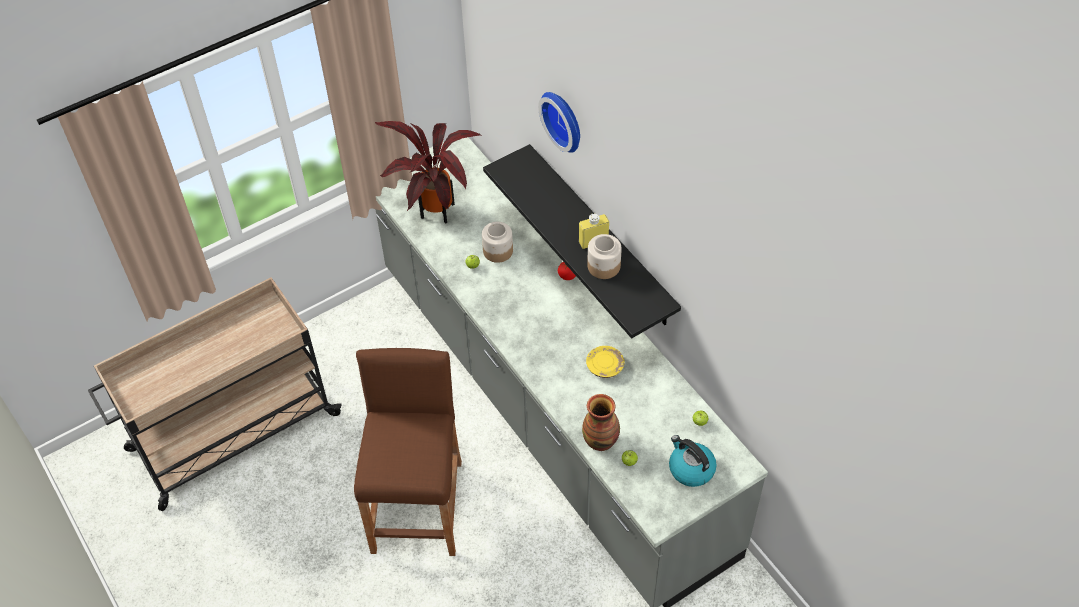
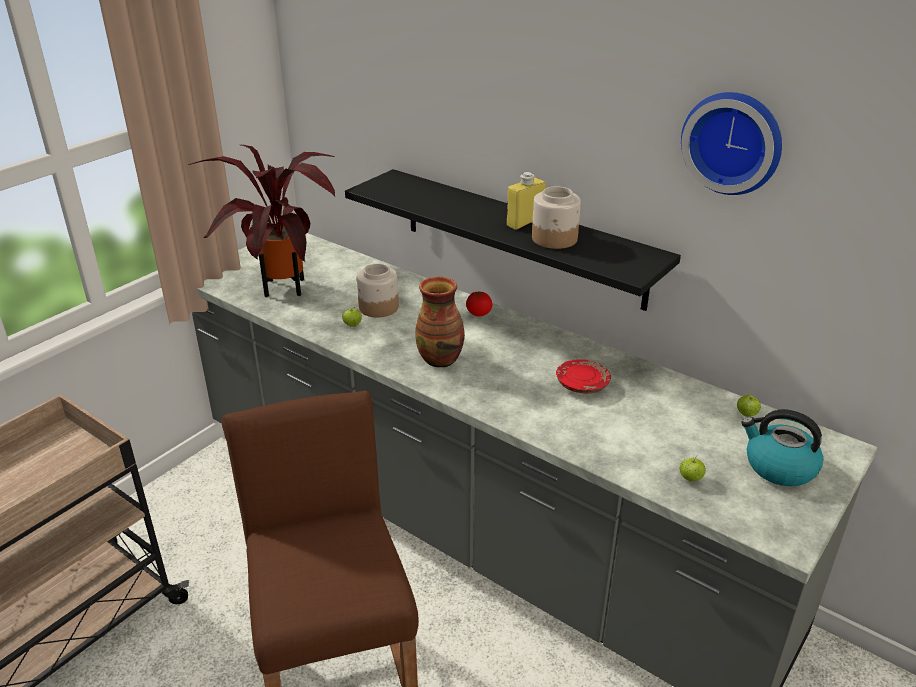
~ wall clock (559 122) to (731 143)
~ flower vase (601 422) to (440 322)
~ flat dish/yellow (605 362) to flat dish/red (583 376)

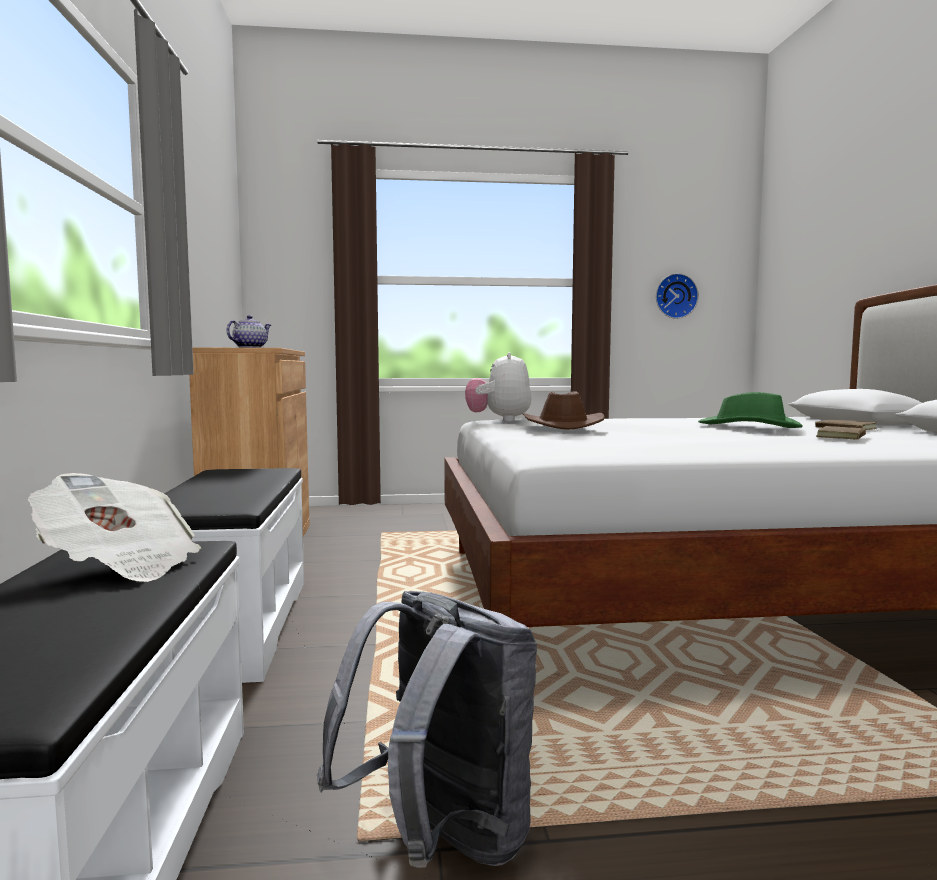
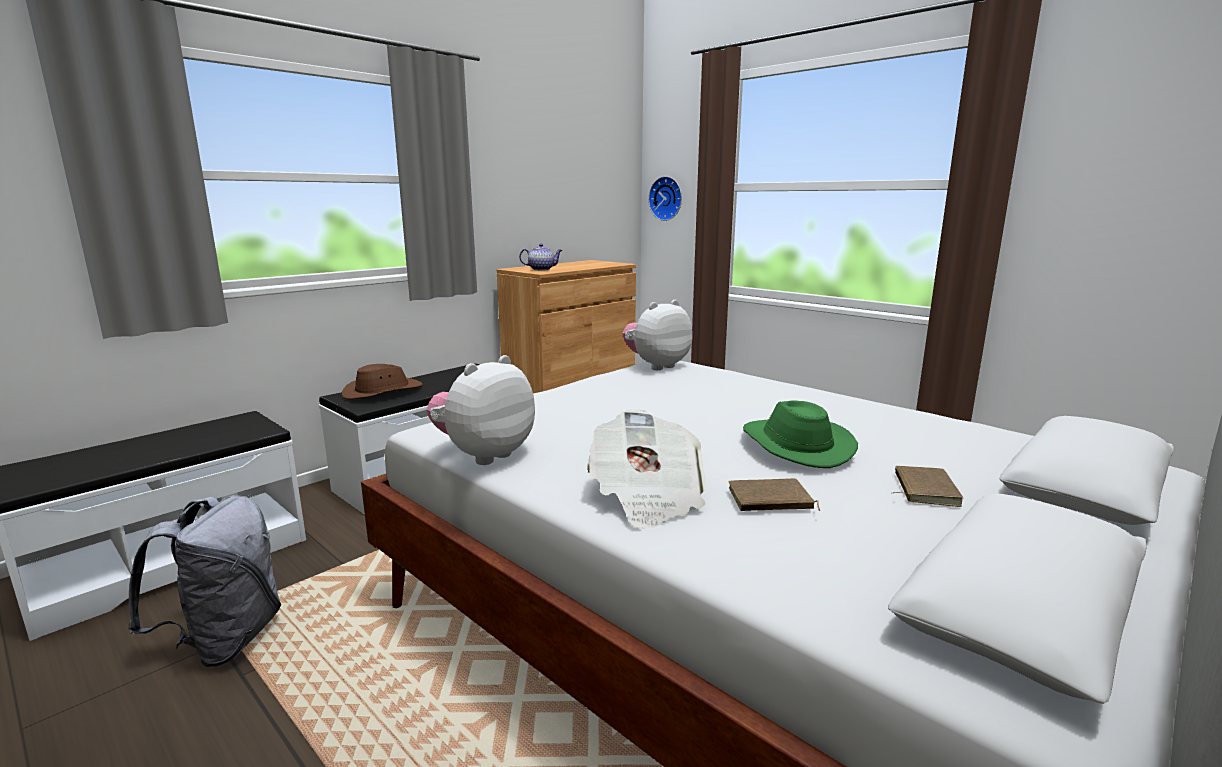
~ daily paper (114 527) to (646 469)
~ wearable hat/brown-coloured (564 410) to (382 382)
~ wall clock (677 296) to (665 198)
+ cuddly toy (481 410)

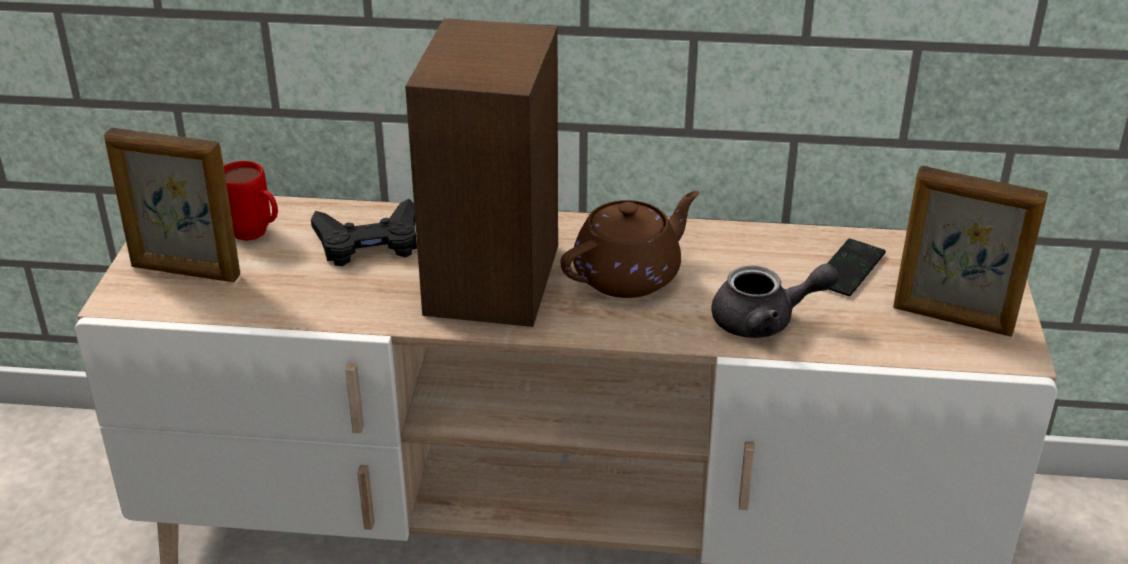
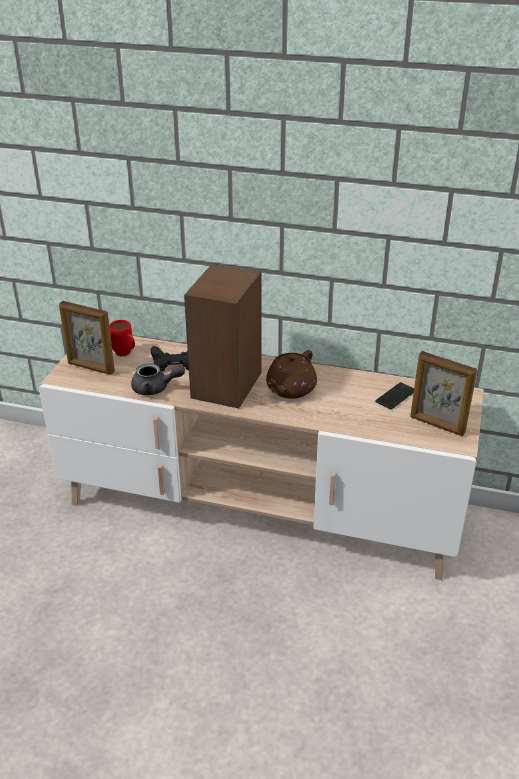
~ teapot/brown-coloured (629 244) = (291 374) 150 degrees clockwise
~ teapot/gray (775 300) to (158 379)

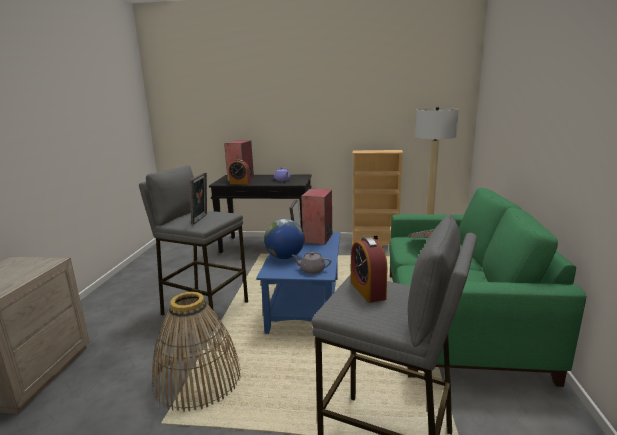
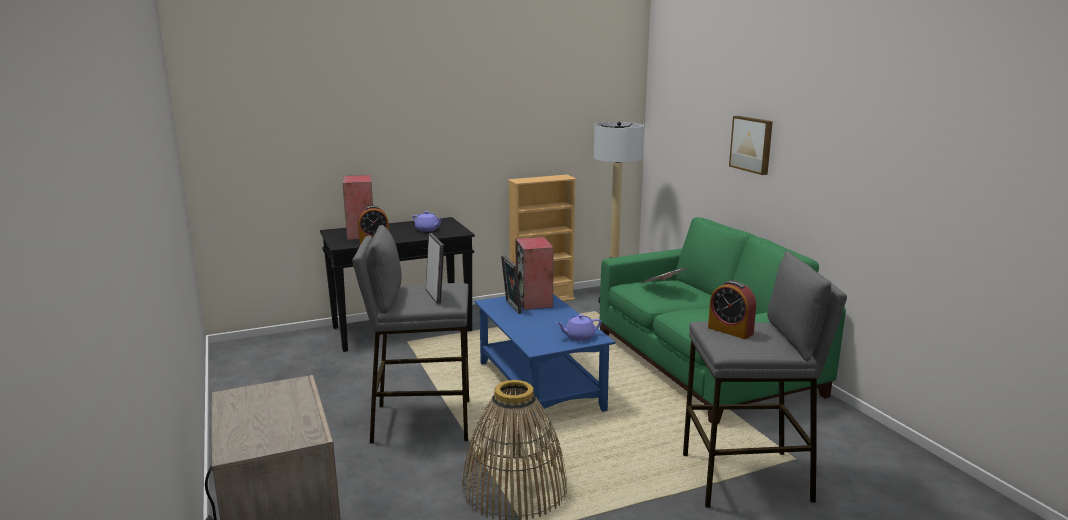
- globe (284 239)
~ teapot/gray (311 263) to teapot/purple-coloured (578 327)
+ wall art (751 145)

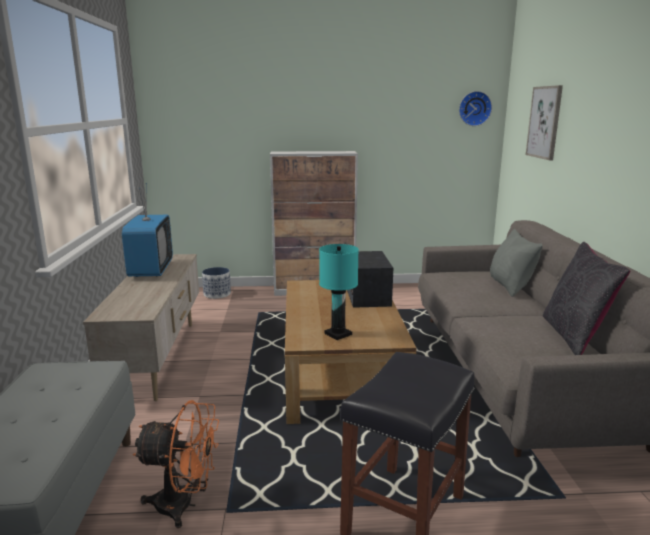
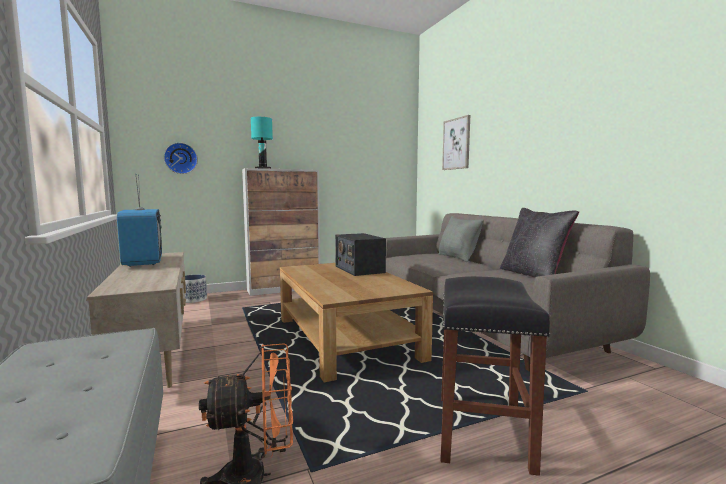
~ tabletop lamp/blue-green (339 292) to (262 143)
~ wall clock (475 108) to (181 158)

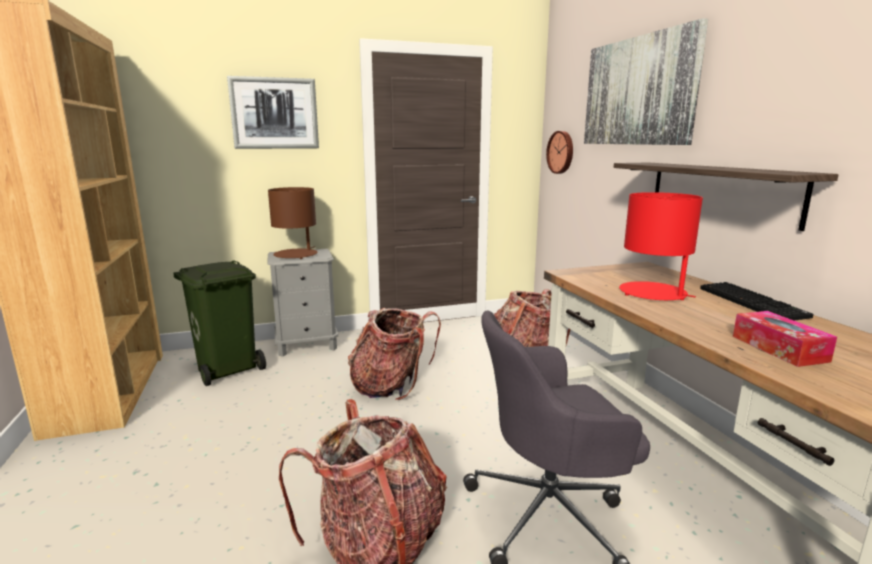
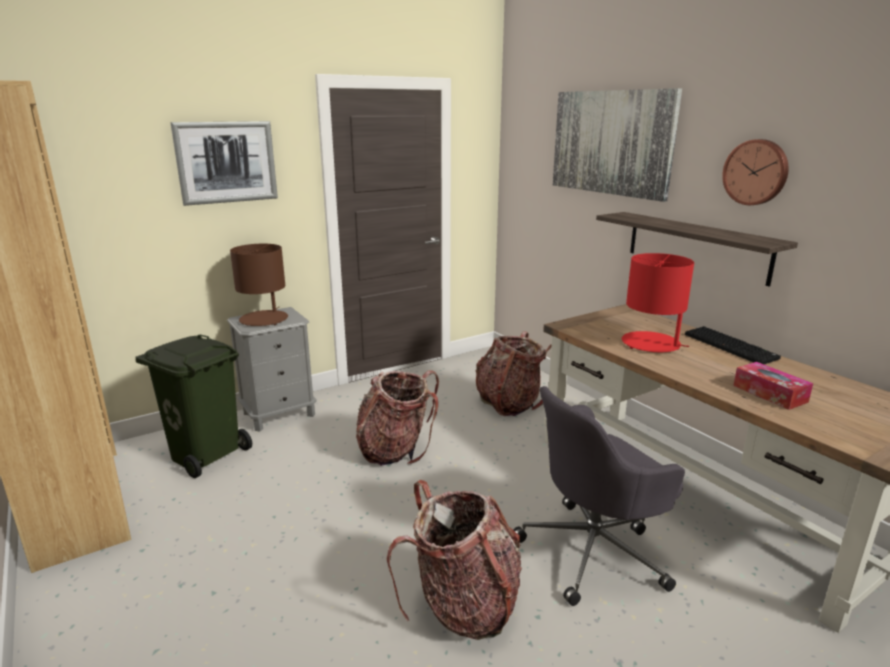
~ wall clock (559 152) to (755 172)

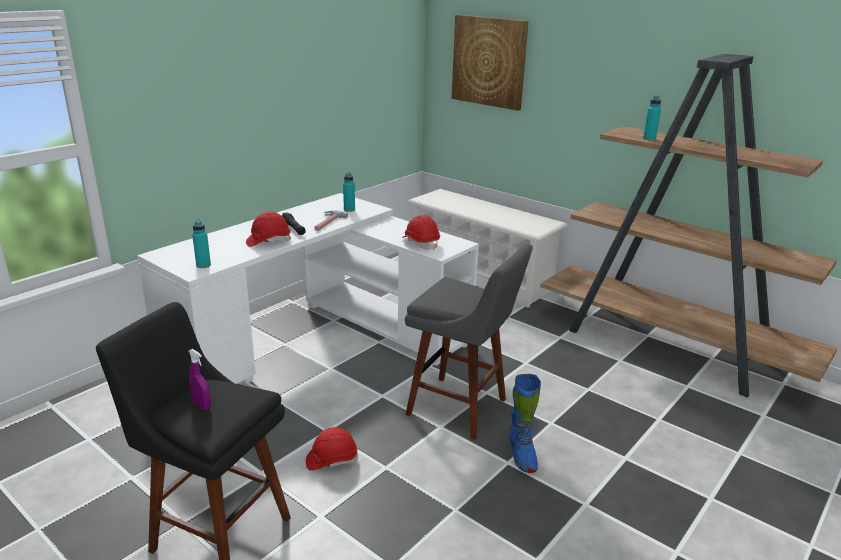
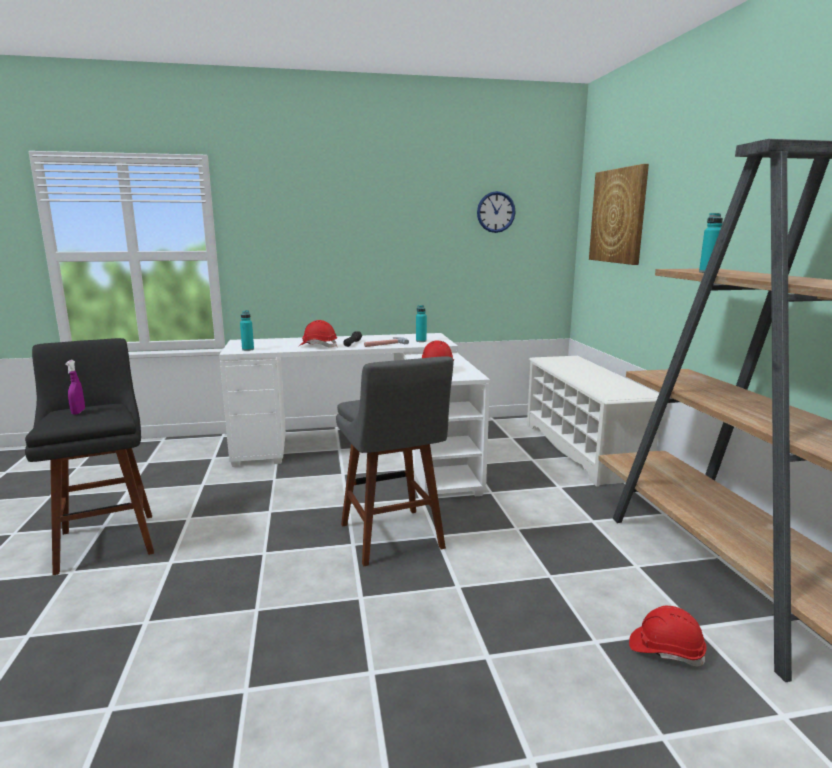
~ work helmet/red (332 449) to (668 636)
- tall boot/bluish (525 423)
+ wall clock (496 212)

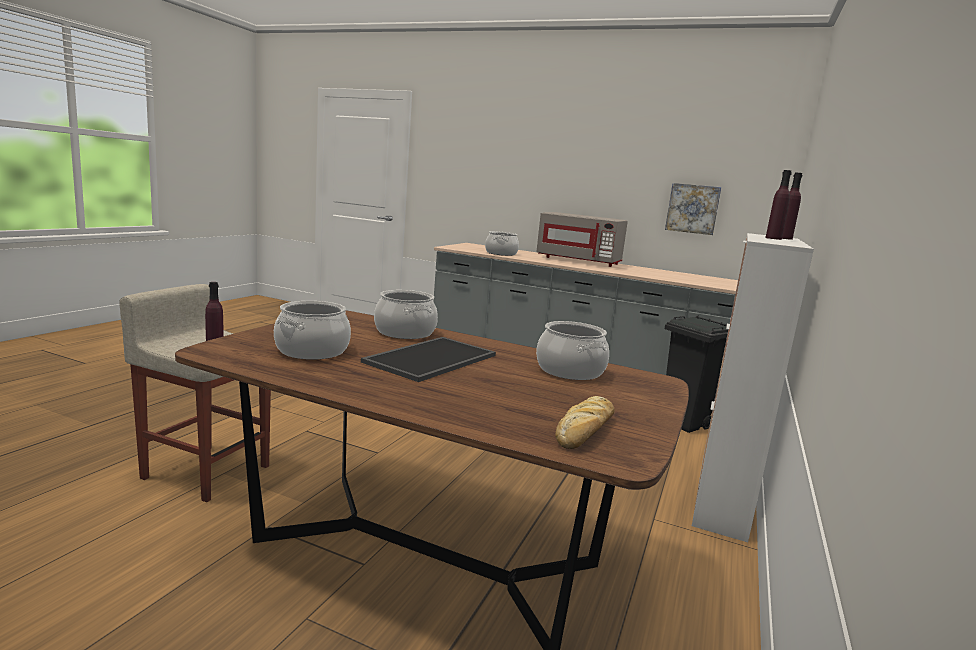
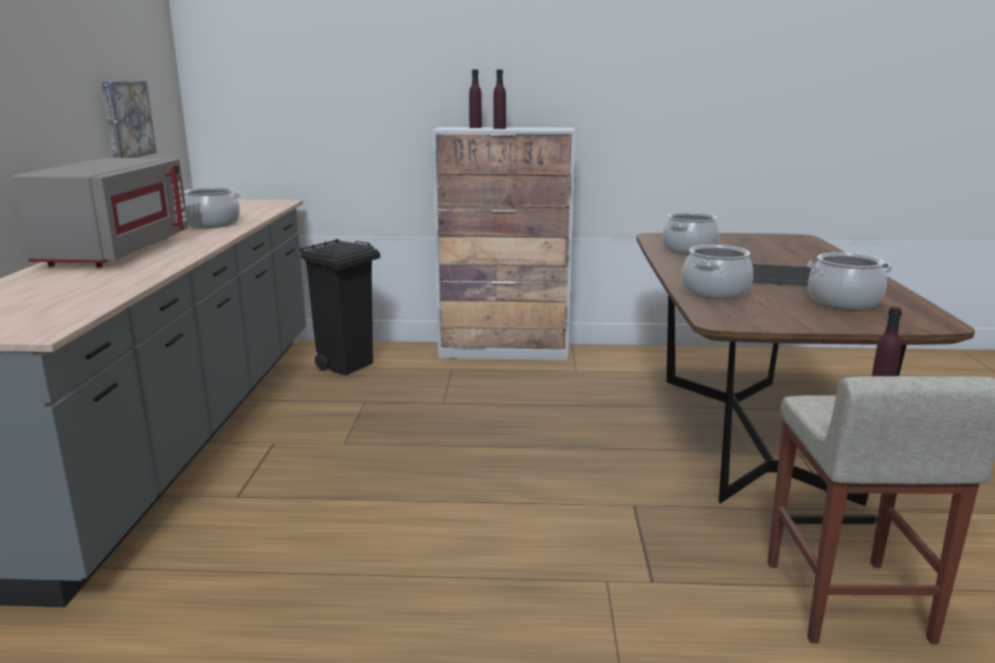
~ saucepot (502 243) to (212 207)
- bread (584 422)

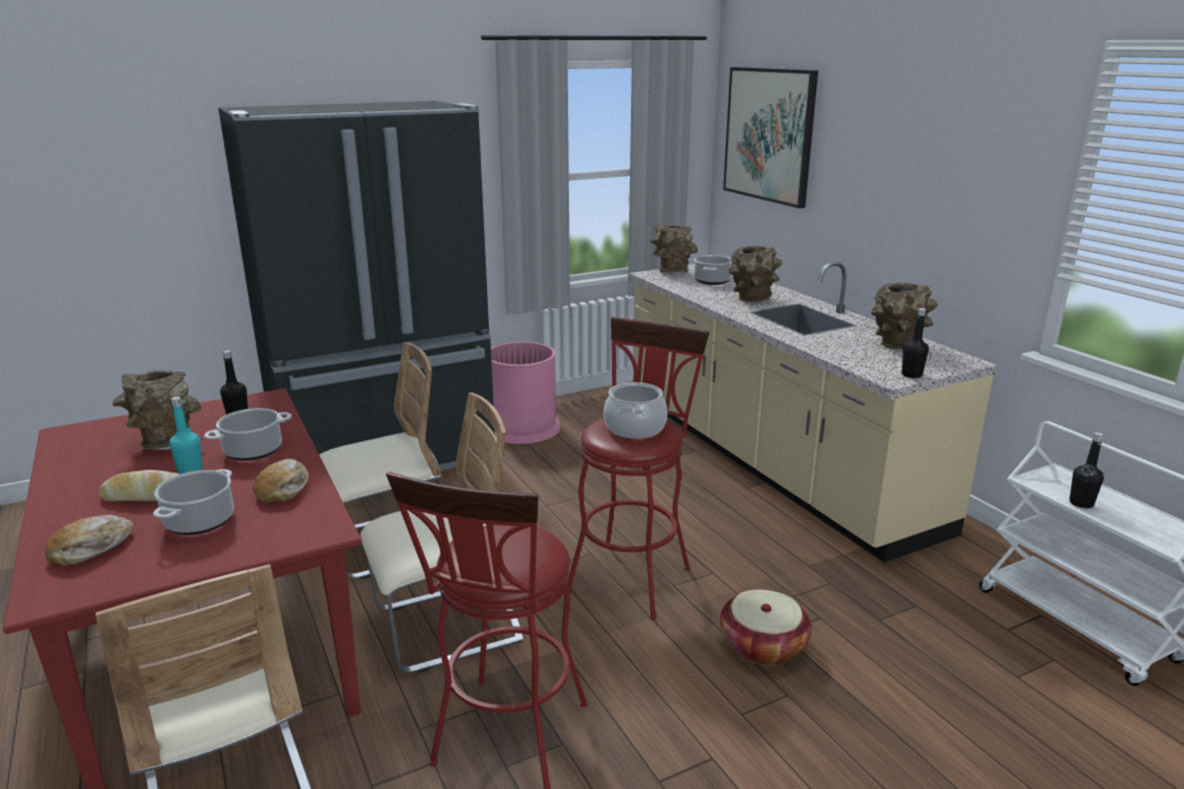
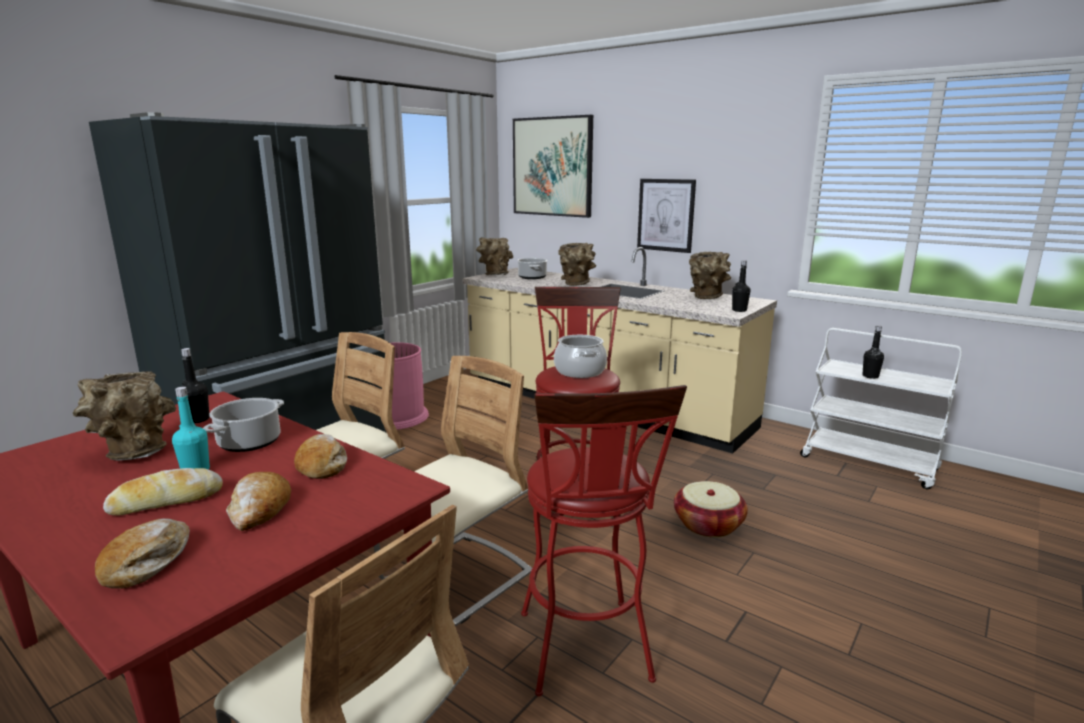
~ saucepot (193 502) to bread (258 501)
+ wall art (666 216)

